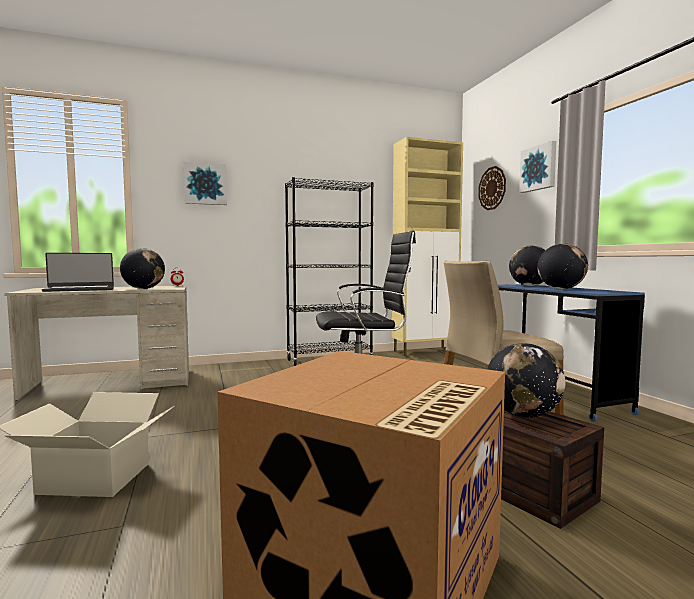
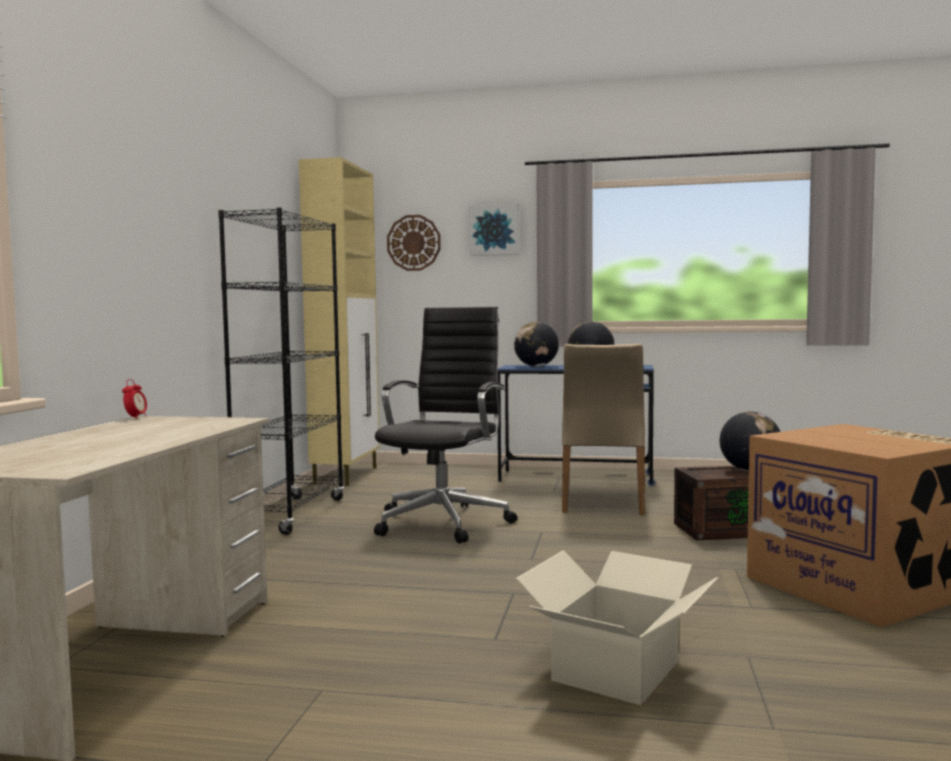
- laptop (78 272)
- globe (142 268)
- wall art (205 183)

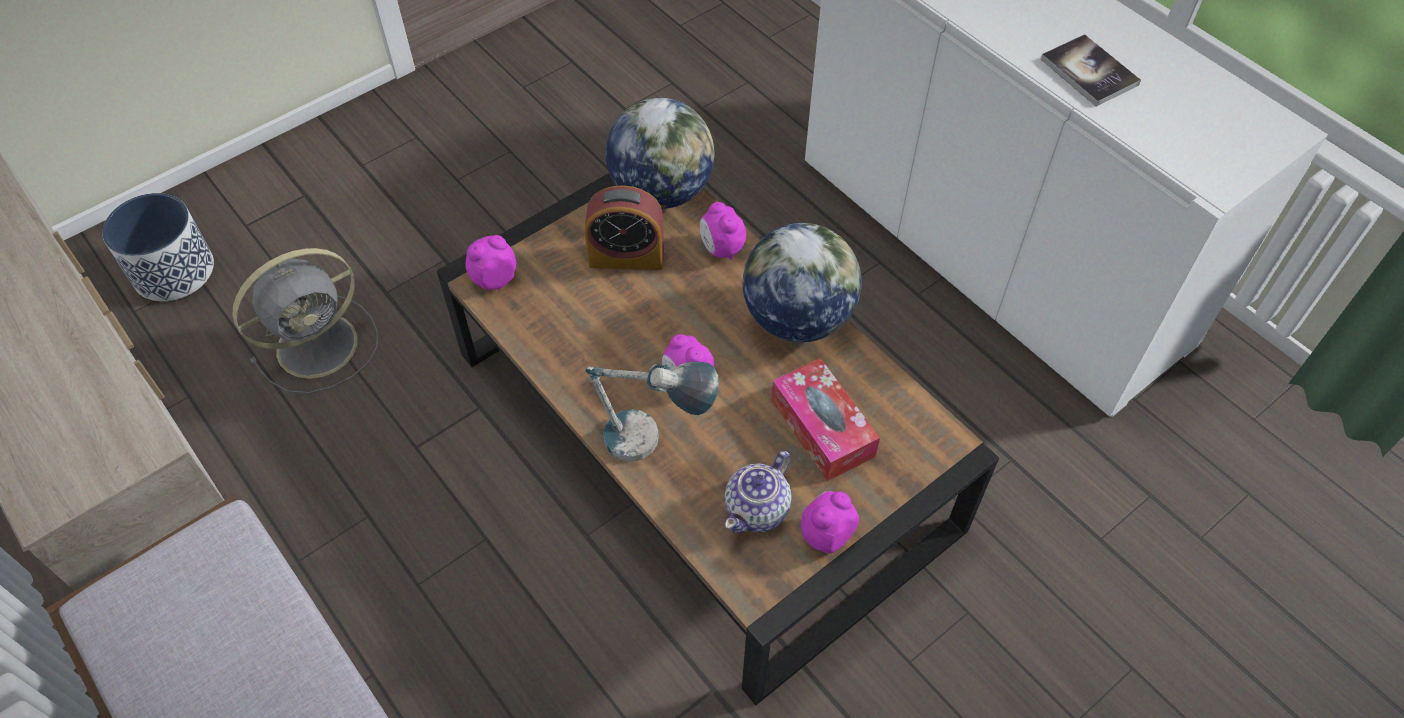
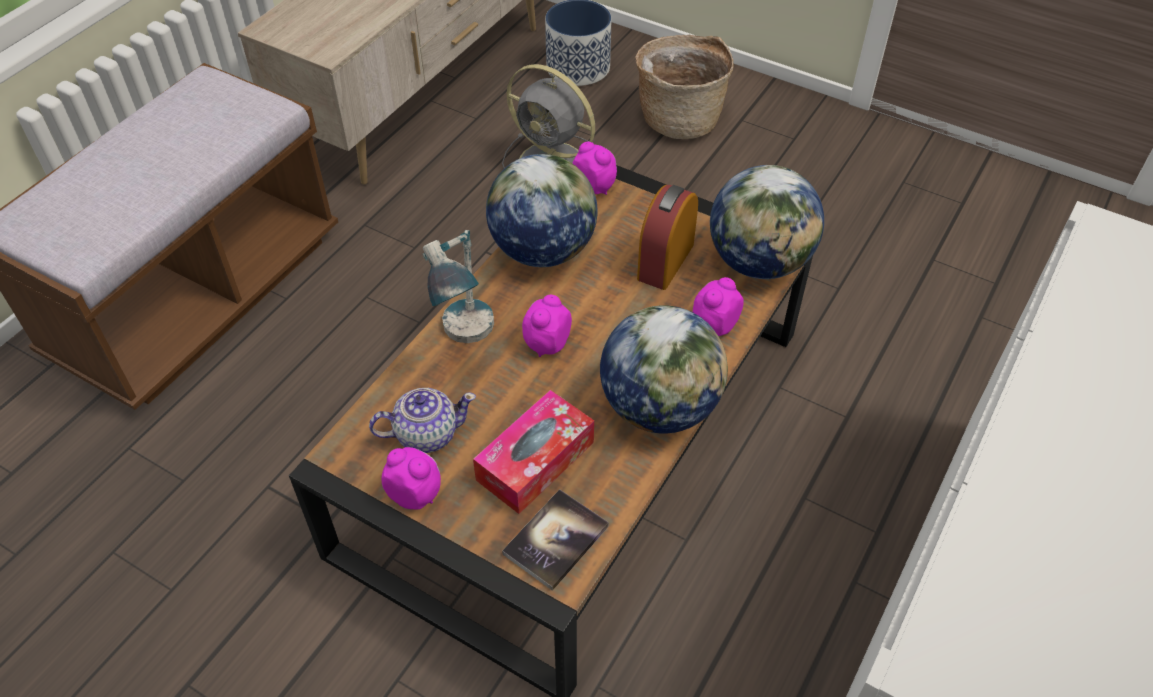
~ table clock (624 227) = (667 237) 45 degrees clockwise
~ teapot (758 492) = (422 420) 150 degrees clockwise
~ book (1091 70) to (555 540)
+ globe (542 210)
+ storage basket (684 87)

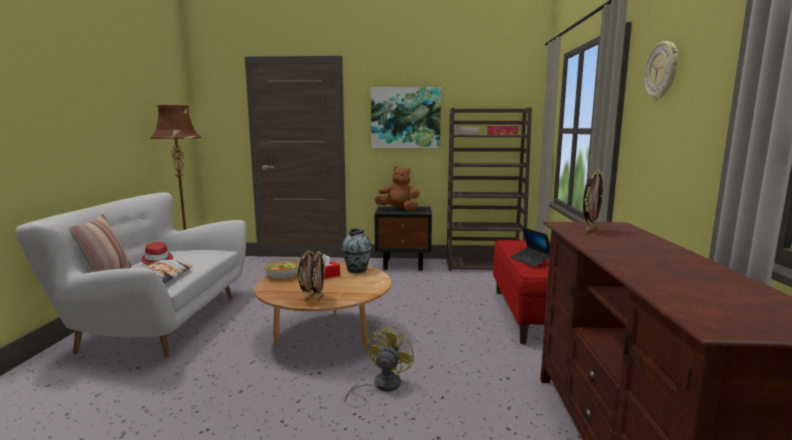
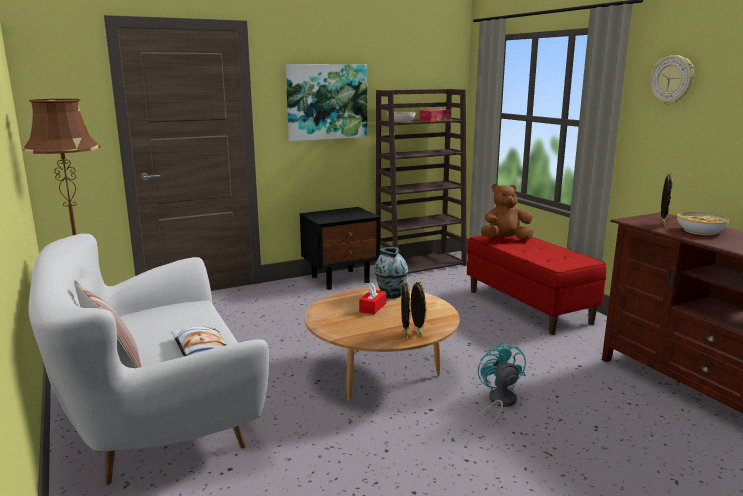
- wearable hat/red (157 253)
~ deep dish (282 269) to (703 223)
~ fan/yellow (379 364) to fan/blue-green (502 384)
~ cuddly toy/brown-coloured (397 188) to (507 212)
- laptop (530 247)

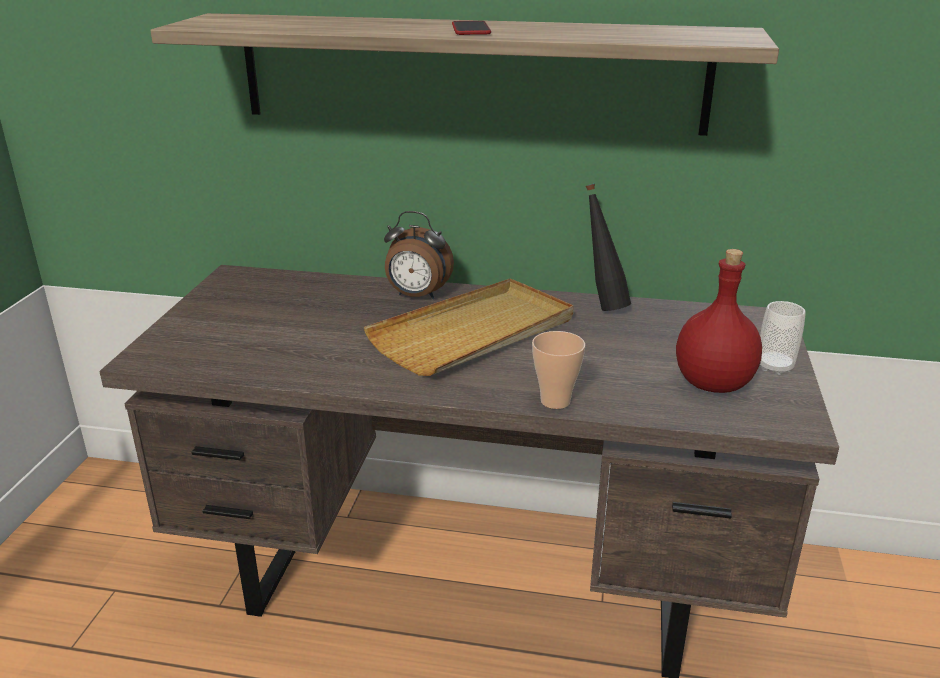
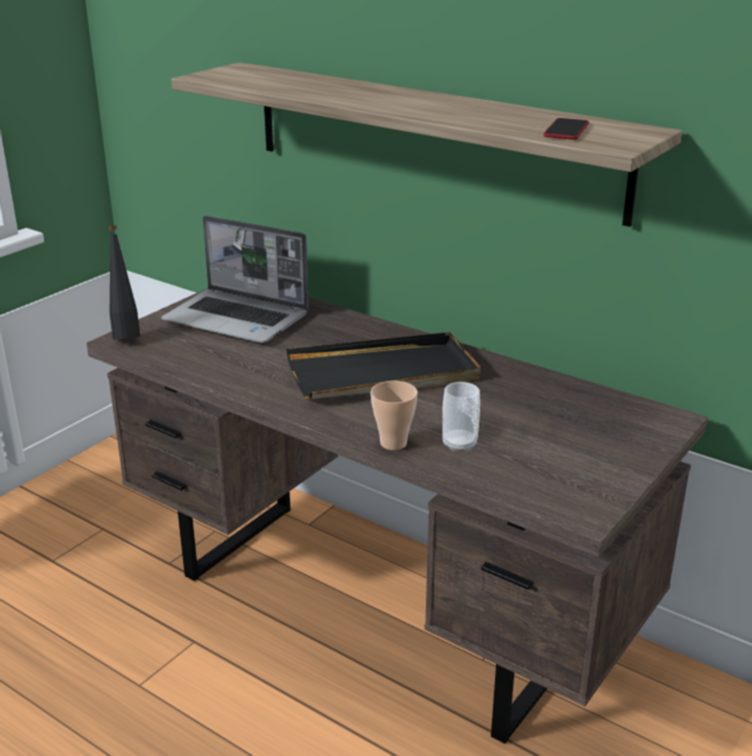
~ carrying tray/sand-coloured (469 327) to carrying tray/black-coloured (383 365)
- table clock (419 255)
~ handset (471 28) to (566 129)
~ drink bottle/black-coloured (608 247) to (124 282)
- drink bottle/red (719 321)
~ cup (783 338) to (461 417)
+ laptop (235 279)

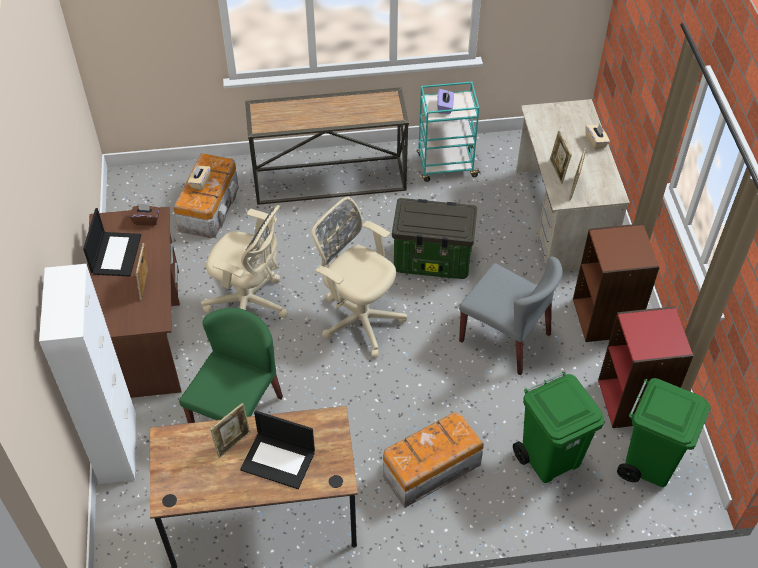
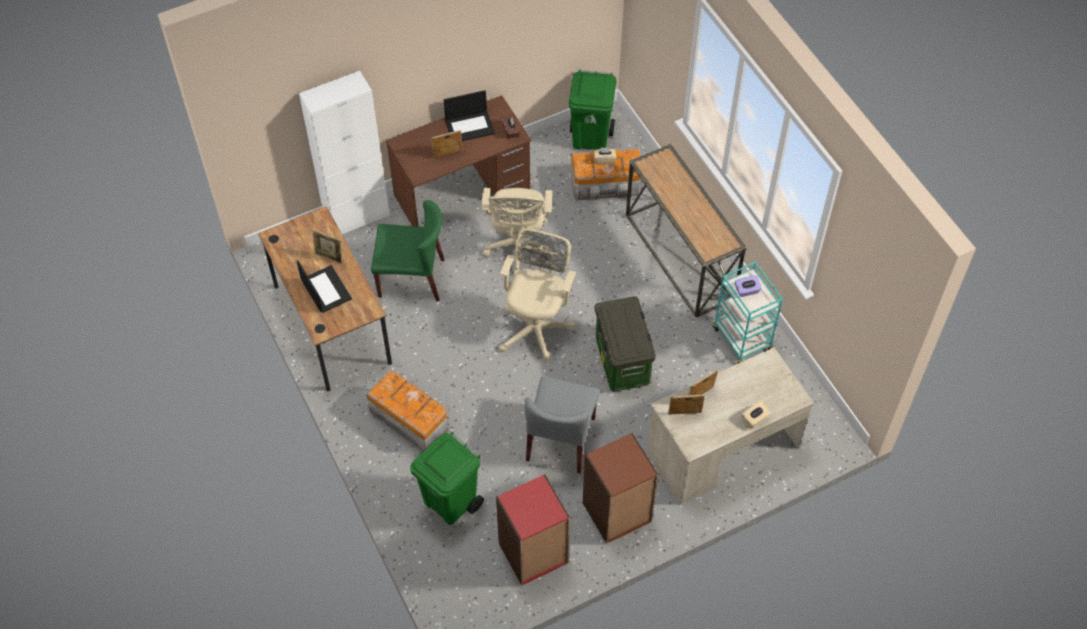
~ laptop (277 449) = (324 286) 150 degrees clockwise
~ rubbish bin/green-coloured (664 432) to (592 110)

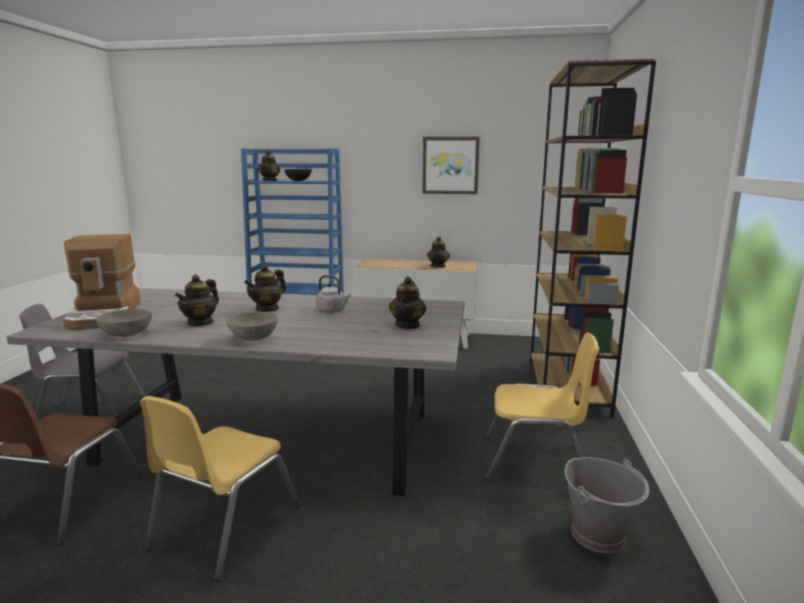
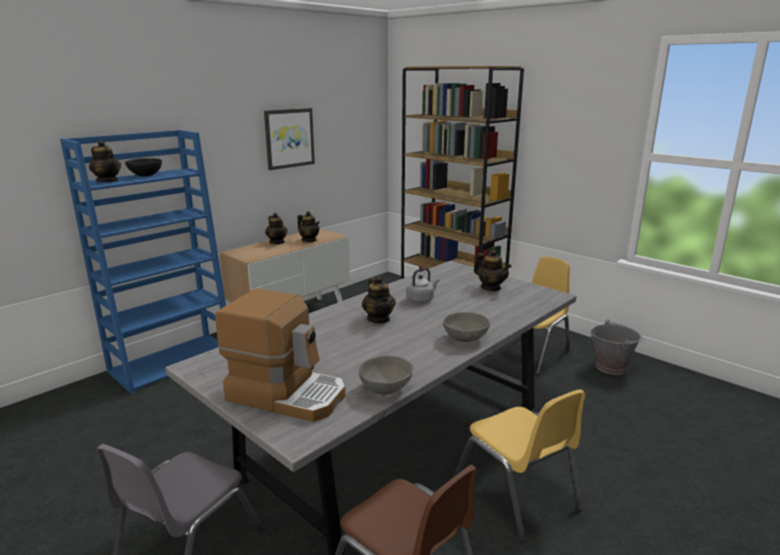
~ teapot (197 300) to (276 228)

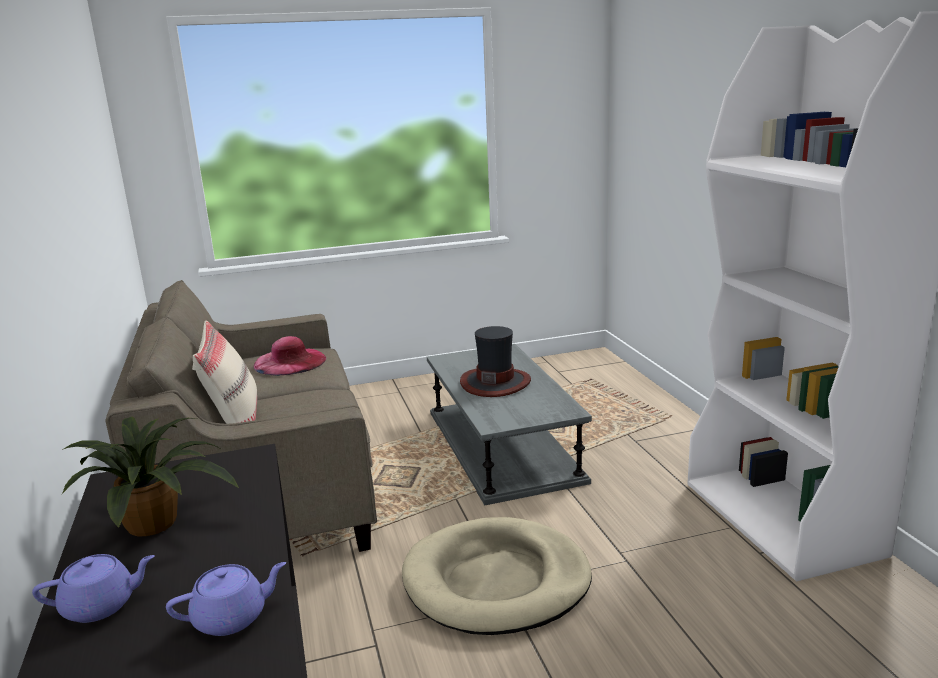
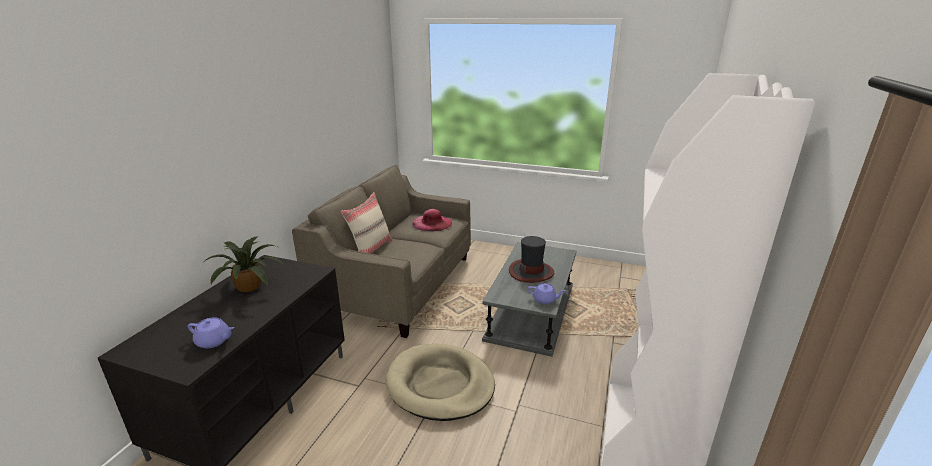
~ teapot/purple-coloured (93 588) to (547 293)

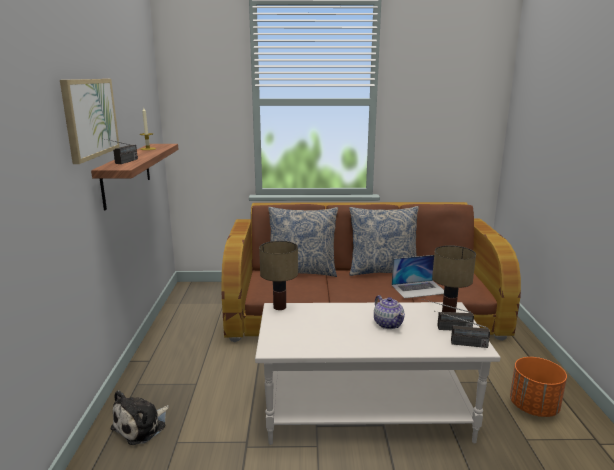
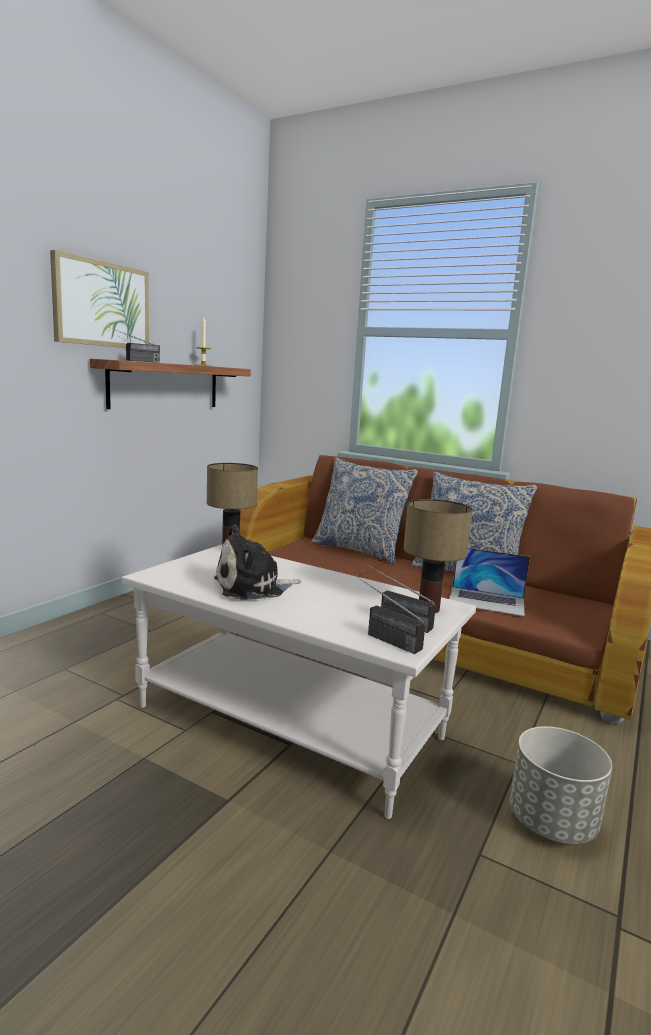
~ cuddly toy (140 417) to (257 562)
- teapot (389 312)
~ flower pot/orange-coloured (538 387) to flower pot/gray (561 785)

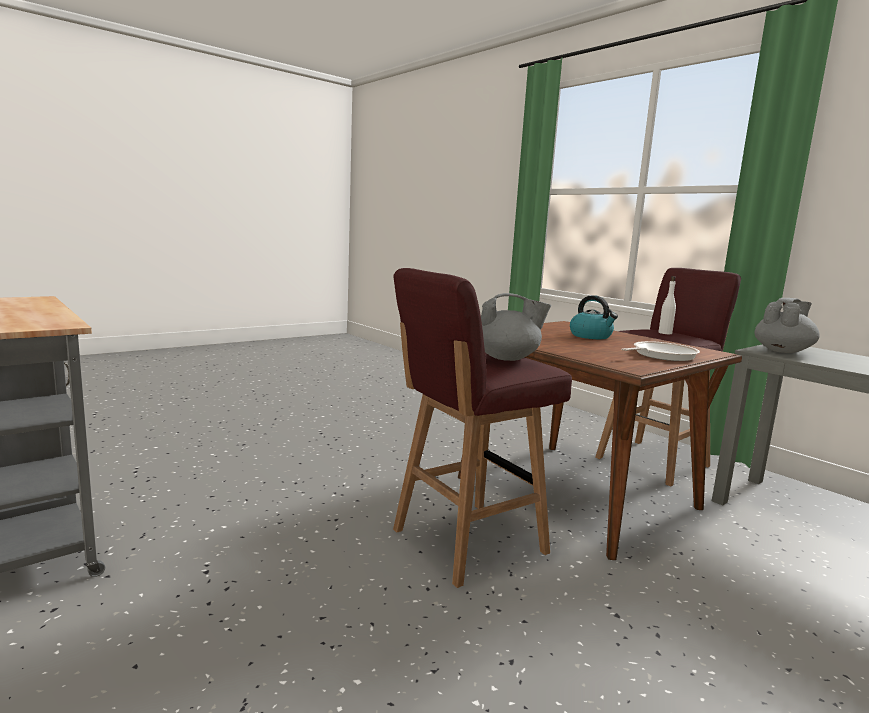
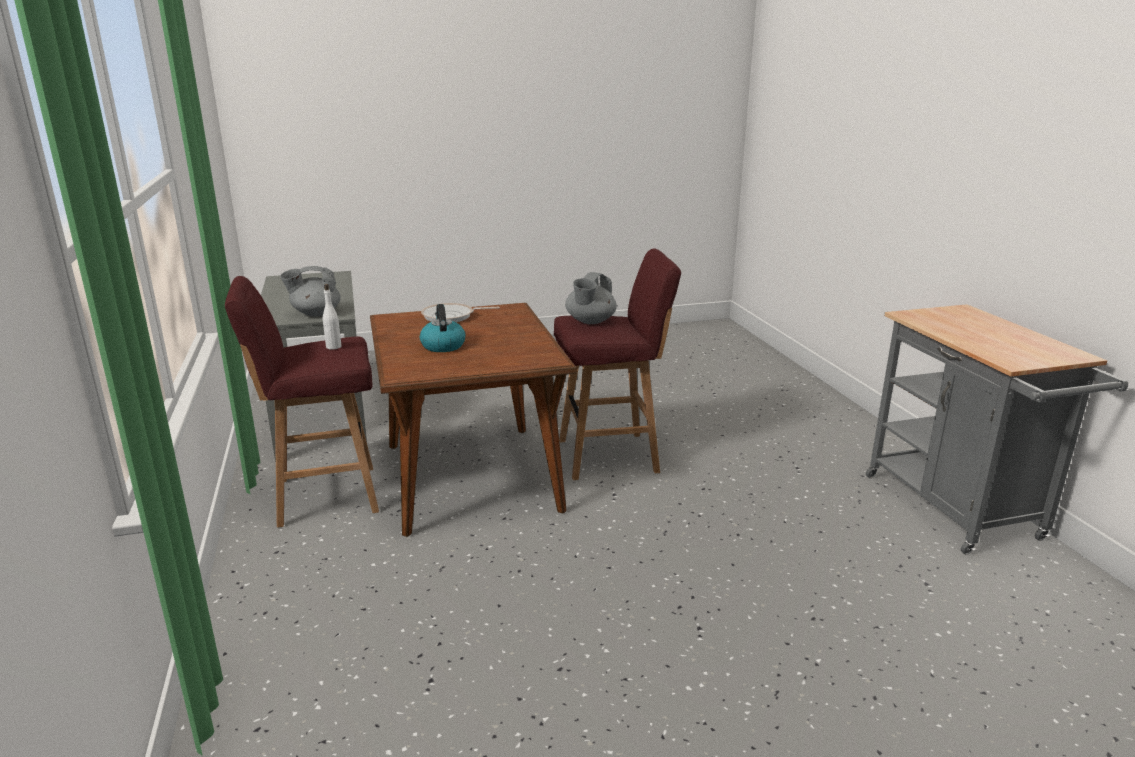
~ teapot/gray (516 327) = (591 298) 90 degrees counterclockwise

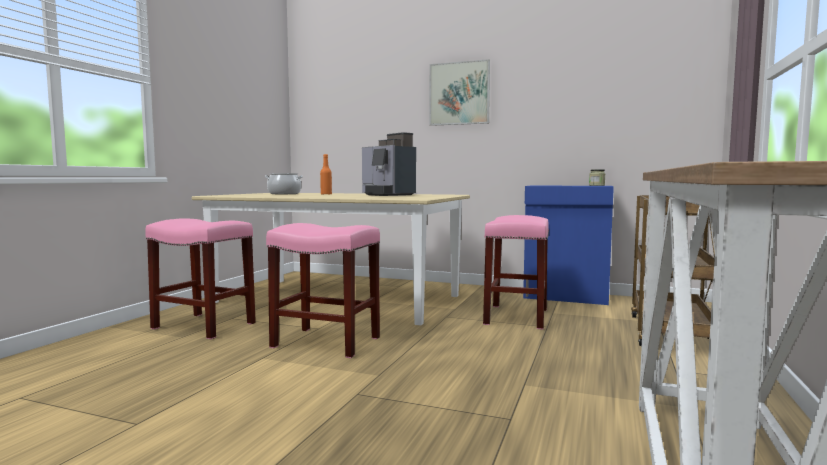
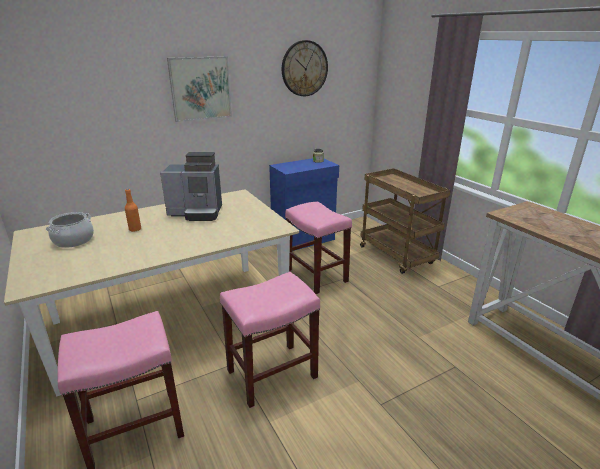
+ wall clock (305 68)

